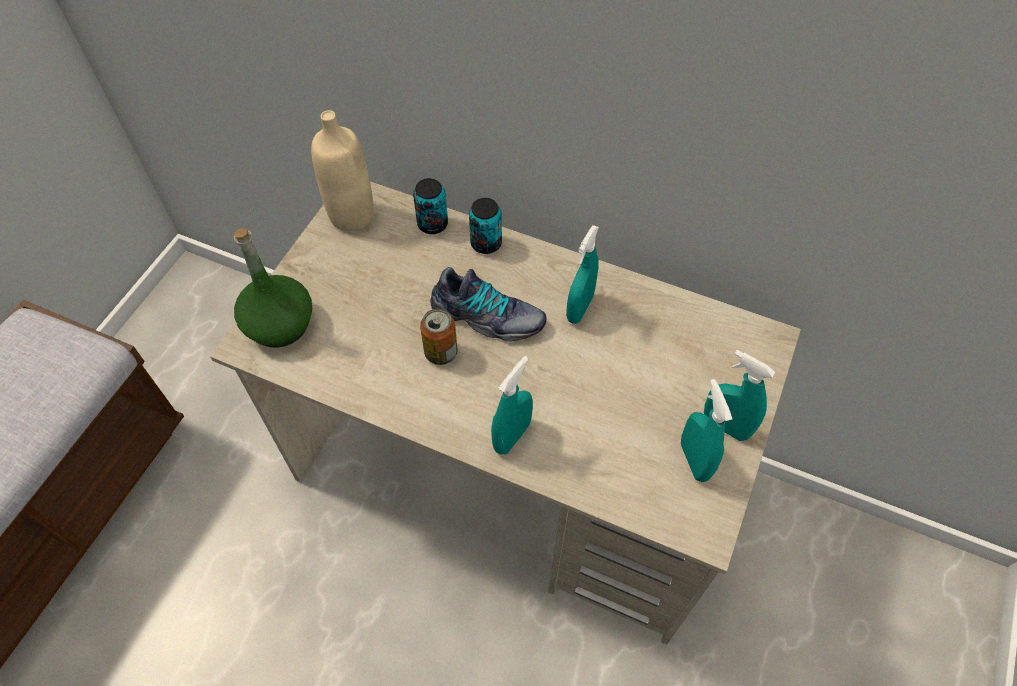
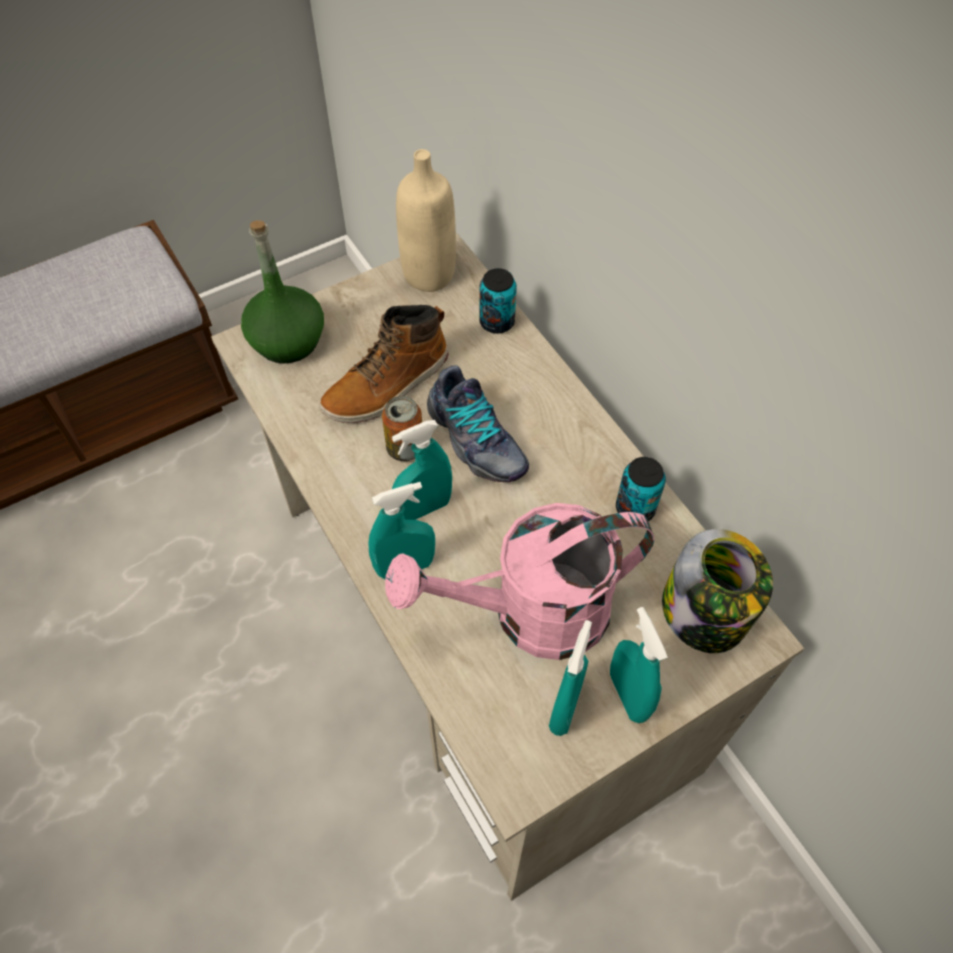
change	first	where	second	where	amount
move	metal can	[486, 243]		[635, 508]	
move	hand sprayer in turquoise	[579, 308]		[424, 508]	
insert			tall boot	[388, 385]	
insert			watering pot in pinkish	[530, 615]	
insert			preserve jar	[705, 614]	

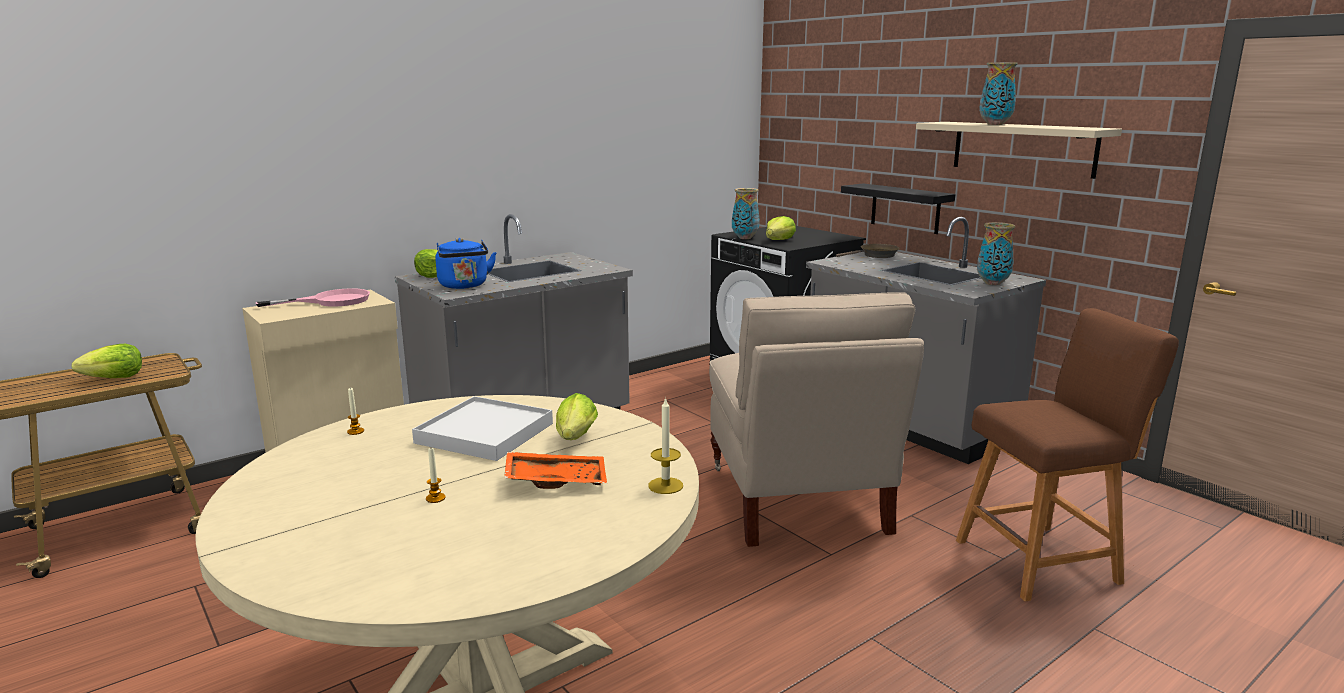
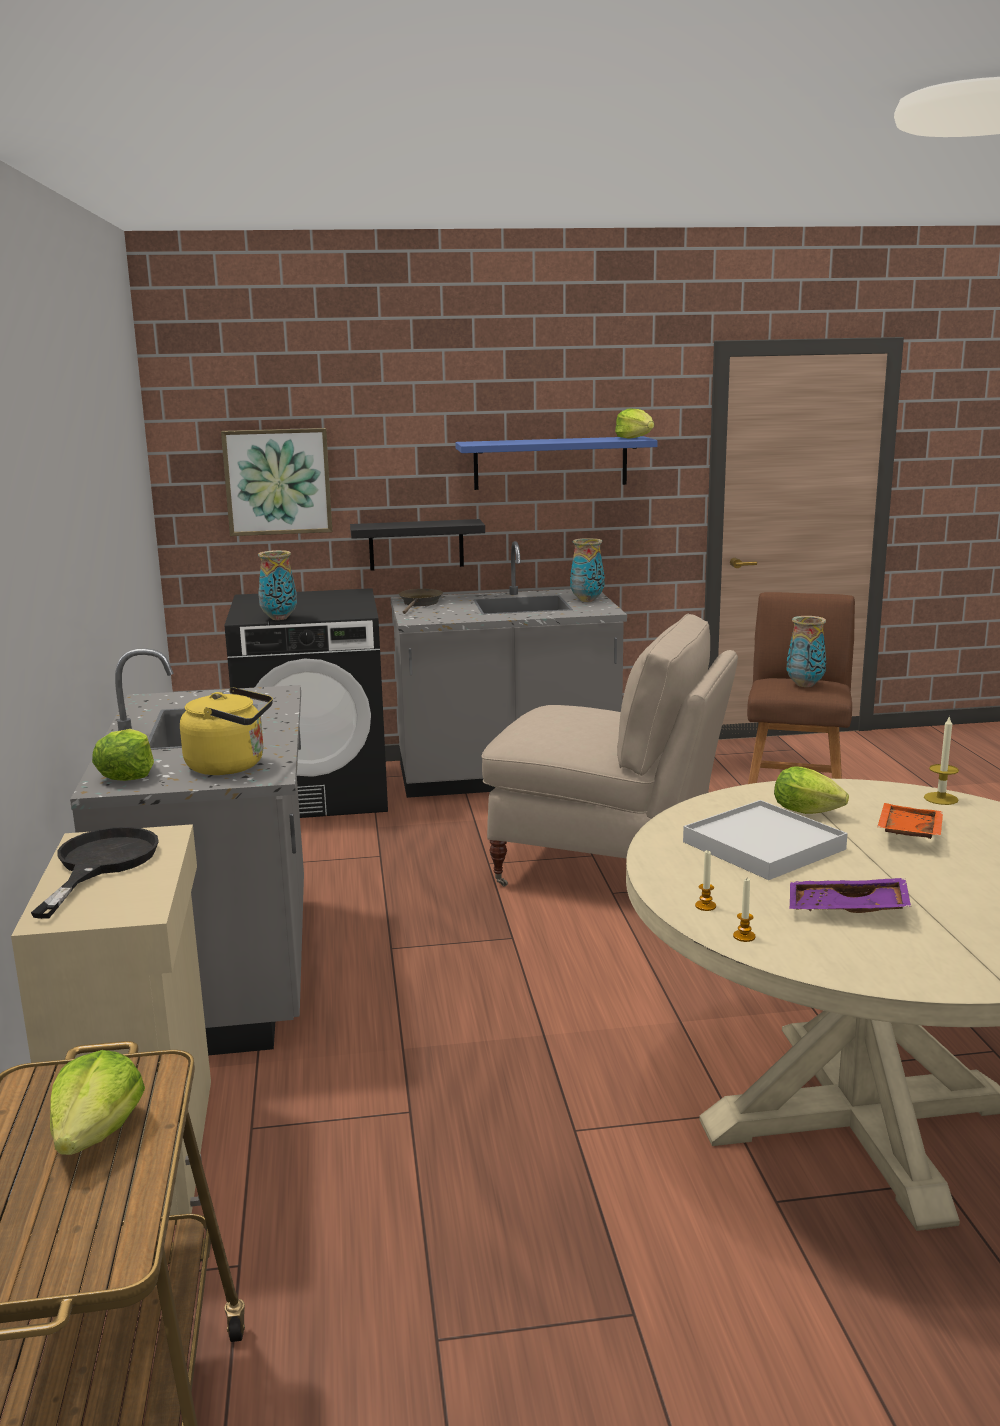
change	first	where	second	where	amount
move	flower vase	[994, 124]		[805, 685]	
recolor	shelf in beige-coloured	[1023, 148]	shelf in blue	[550, 463]	
move	head of lettuce	[779, 240]		[635, 438]	
recolor	kettle in blue	[464, 286]	kettle in yellowish	[231, 766]	
recolor	pan in pinkish	[331, 301]	pan in black	[100, 864]	
move	wax light	[435, 498]		[744, 936]	
insert			wall picture	[278, 481]	
insert			carrying tray in purple	[847, 910]	

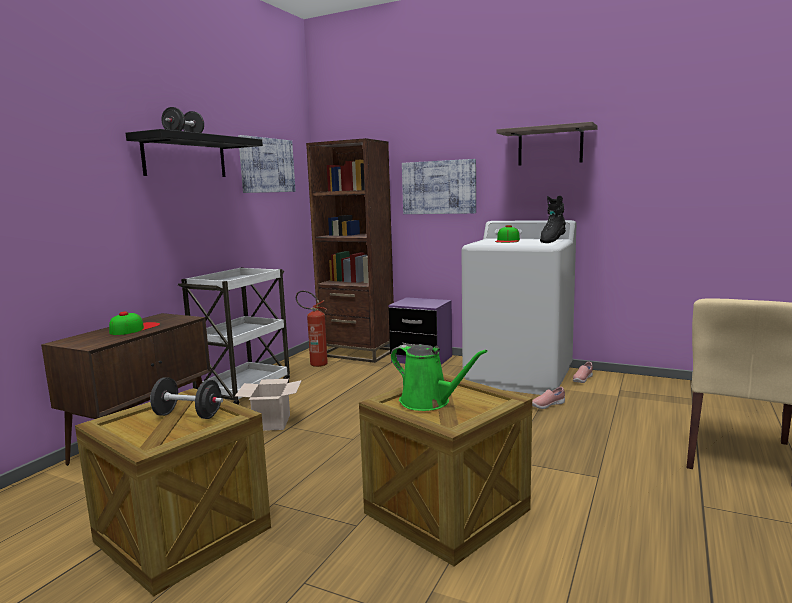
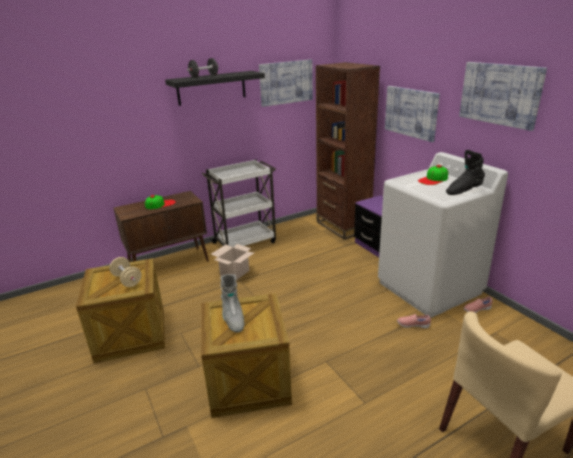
change	first	where	second	where	amount
replace	shelf	[550, 146]	wall picture	[500, 94]	
delete	extinguisher	[314, 364]			
replace	watering pot in greenish	[428, 402]	tall boot in gray	[233, 319]	
recolor	dumbbell in black	[188, 415]	dumbbell in beige-coloured	[127, 280]	

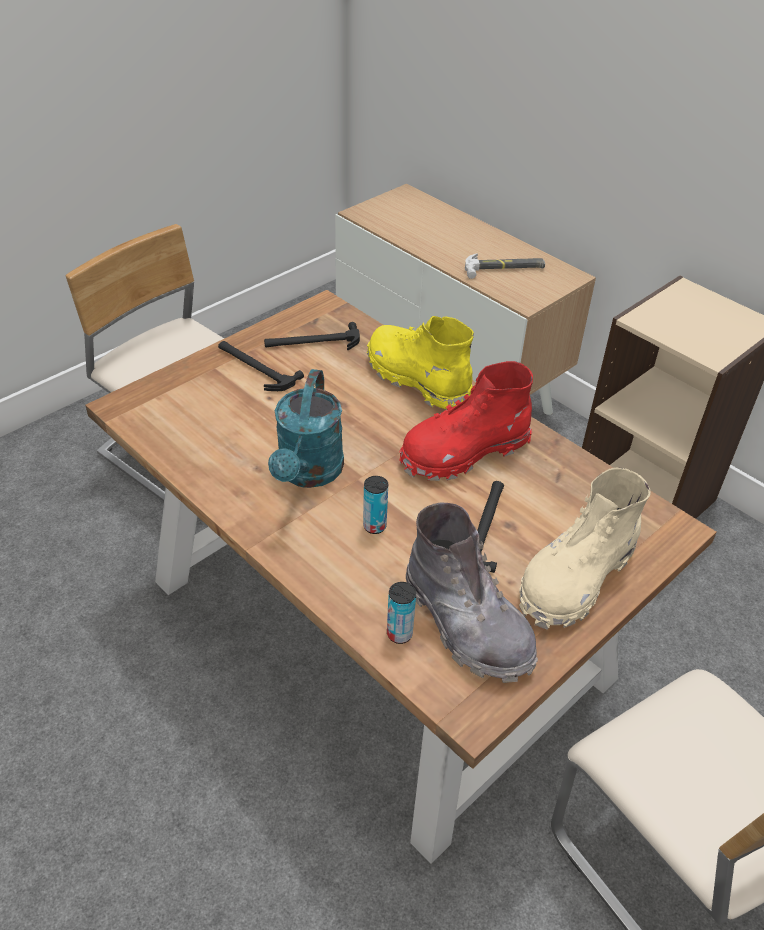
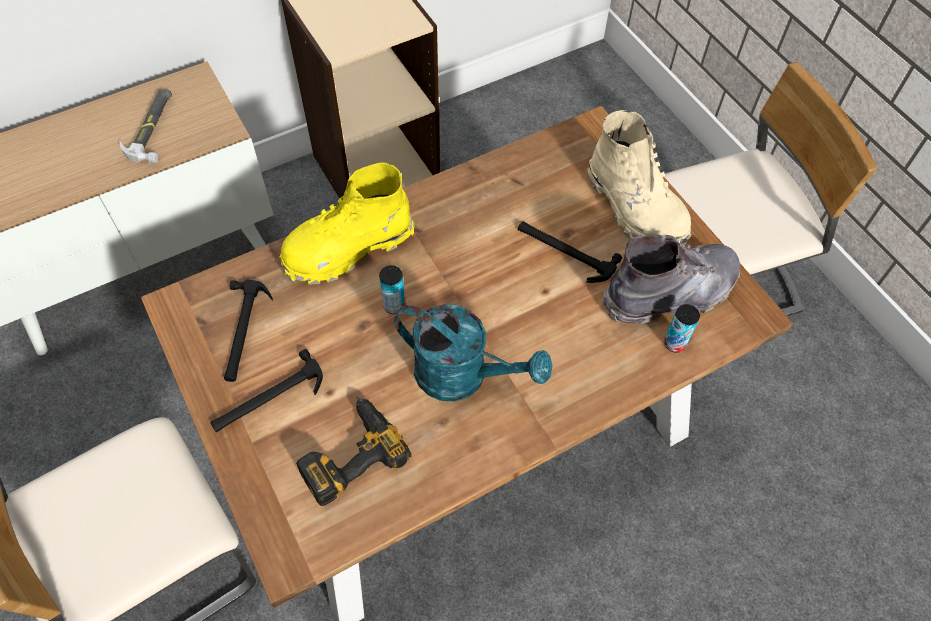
change	first	where	second	where	amount
delete	tall boot in red	[463, 452]			
move	metal can	[374, 526]		[394, 305]	
insert			electric drill	[349, 453]	

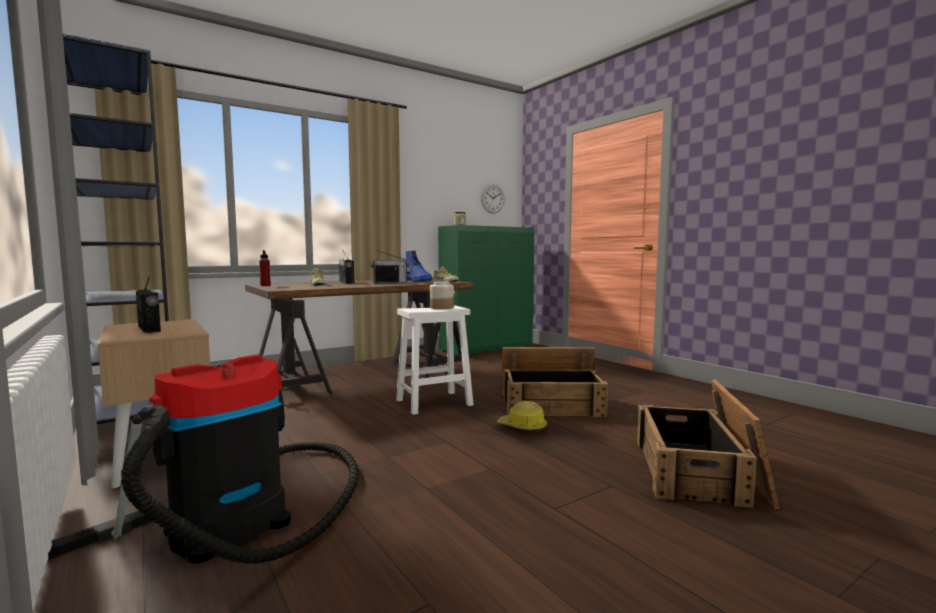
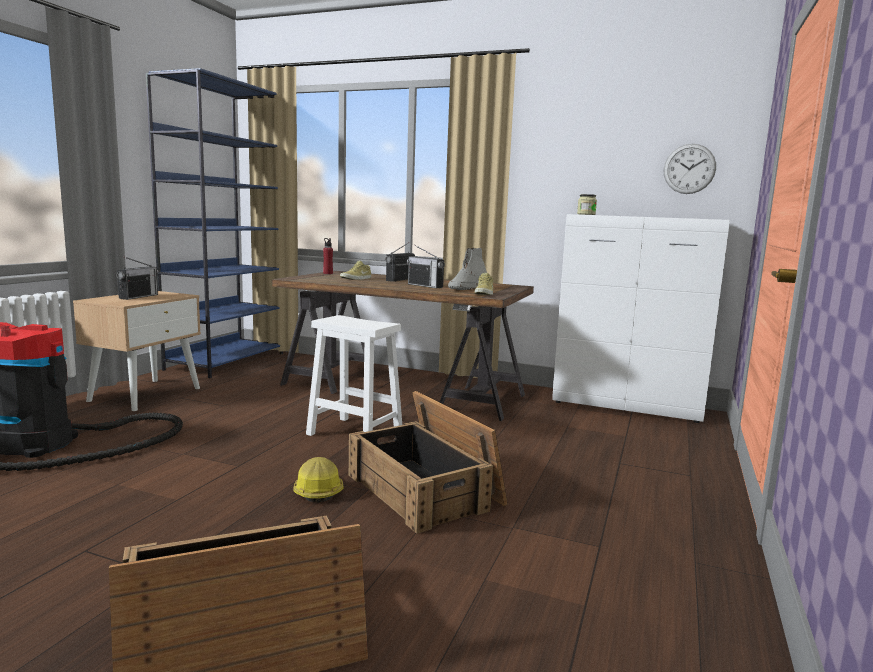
change	first	where	second	where	amount
recolor	cupboard in greenish	[487, 349]	cupboard in white-coloured	[627, 406]	
recolor	tall boot in blue	[418, 281]	tall boot in gray	[468, 288]	
delete	preserve jar	[441, 307]			

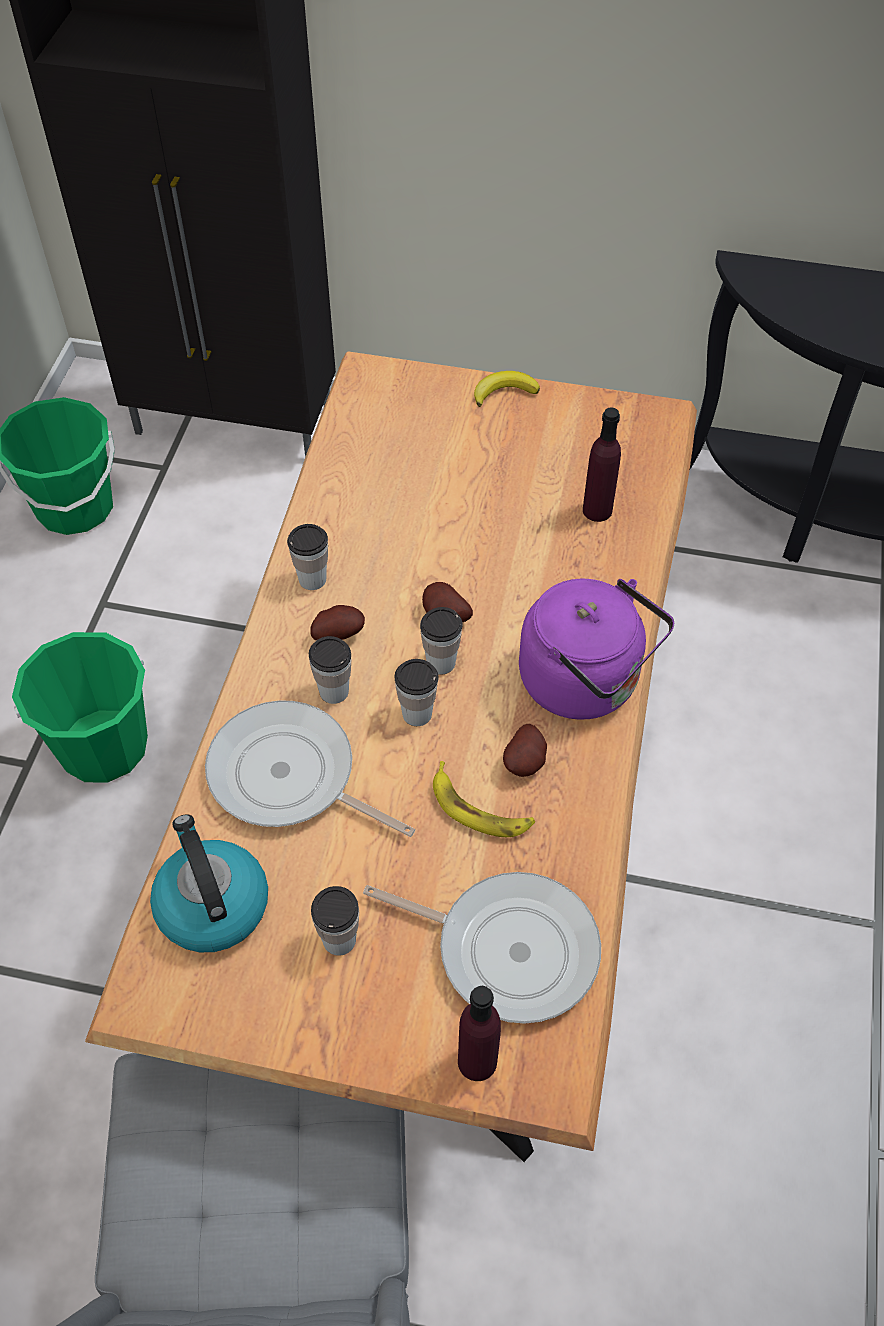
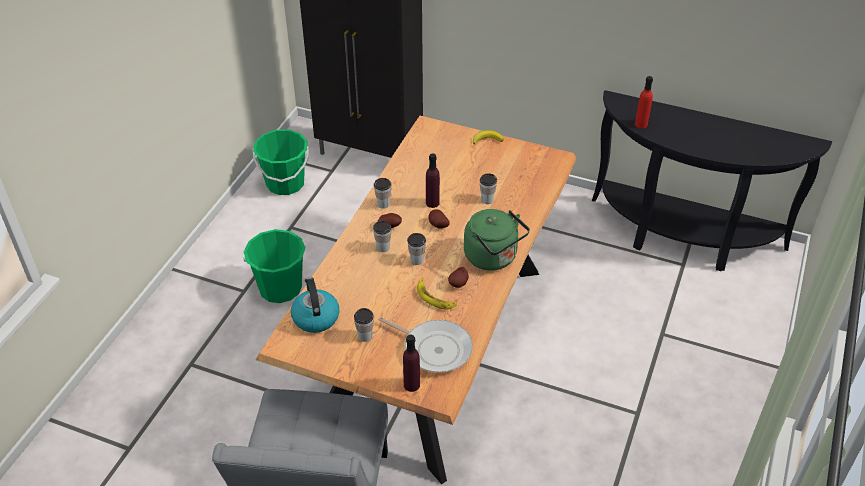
change	first	where	second	where	amount
move	drink bottle in purple	[597, 510]		[432, 203]	
recolor	kettle in purple	[586, 683]	kettle in greenish	[493, 258]	
move	cup	[441, 662]		[487, 200]	
delete	pan	[289, 777]			
insert			drink bottle in red	[641, 124]	

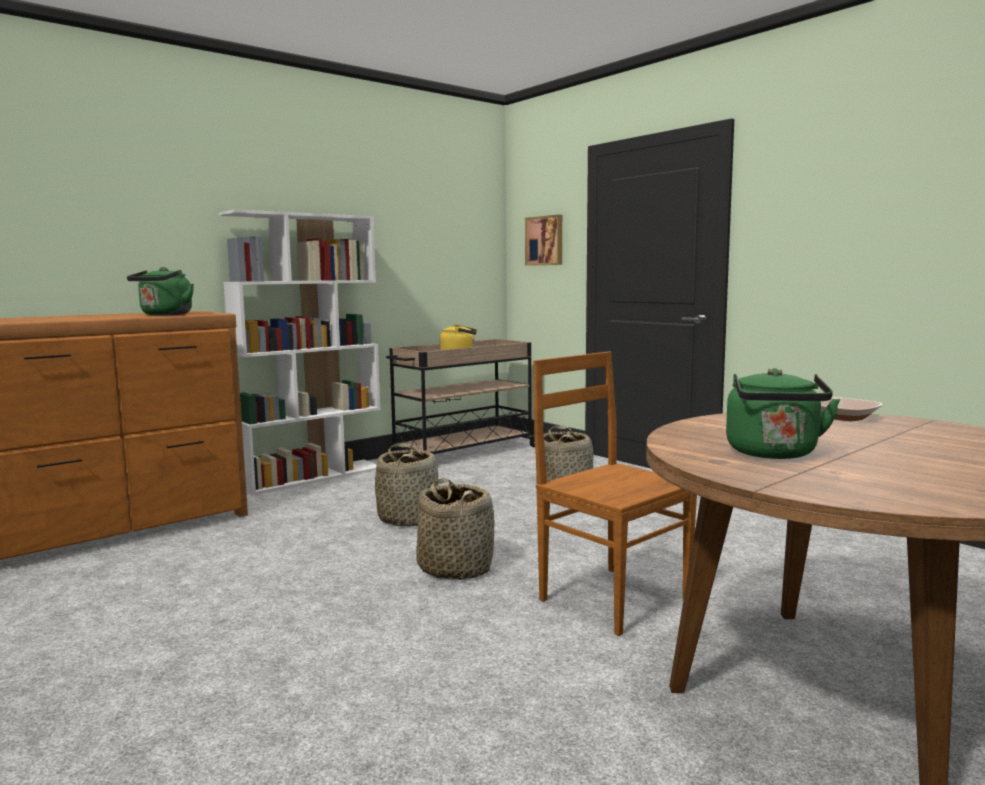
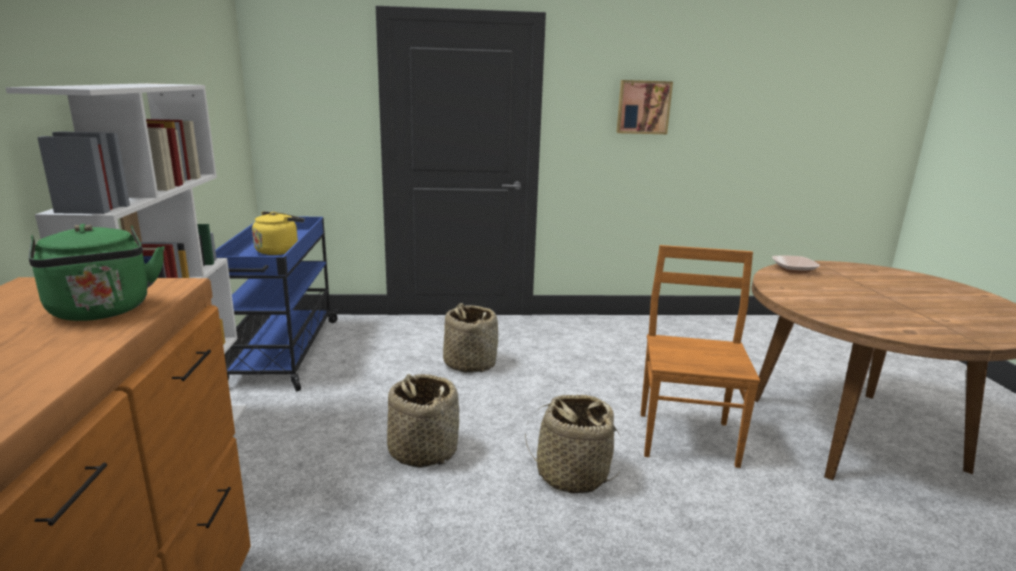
change	first	where	second	where	amount
move	wall picture	[545, 240]		[643, 107]	
recolor	wheeled cart in beige-coloured	[462, 453]	wheeled cart in blue	[283, 353]	
rotate	upright chair in brown	[611, 597]		[686, 437]	105 degrees clockwise
delete	kettle in greenish	[774, 454]			

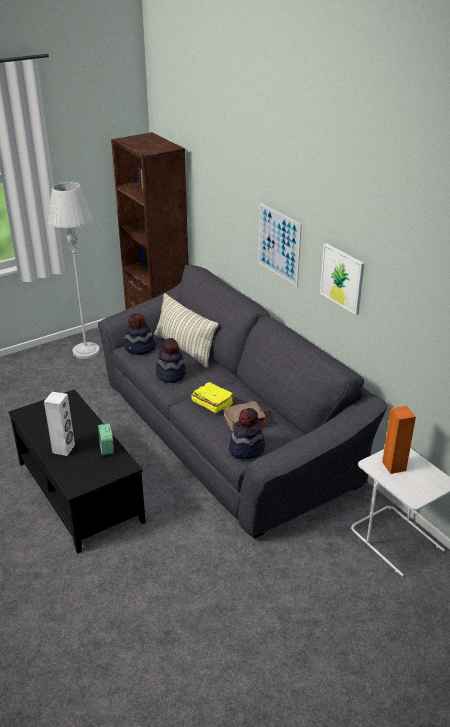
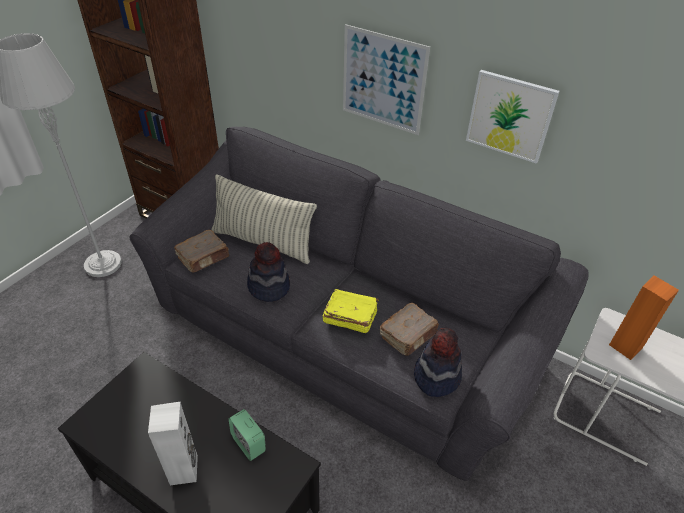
change	first	where	second	where	amount
replace	wearable hat	[140, 348]	volume in brown	[204, 257]	

